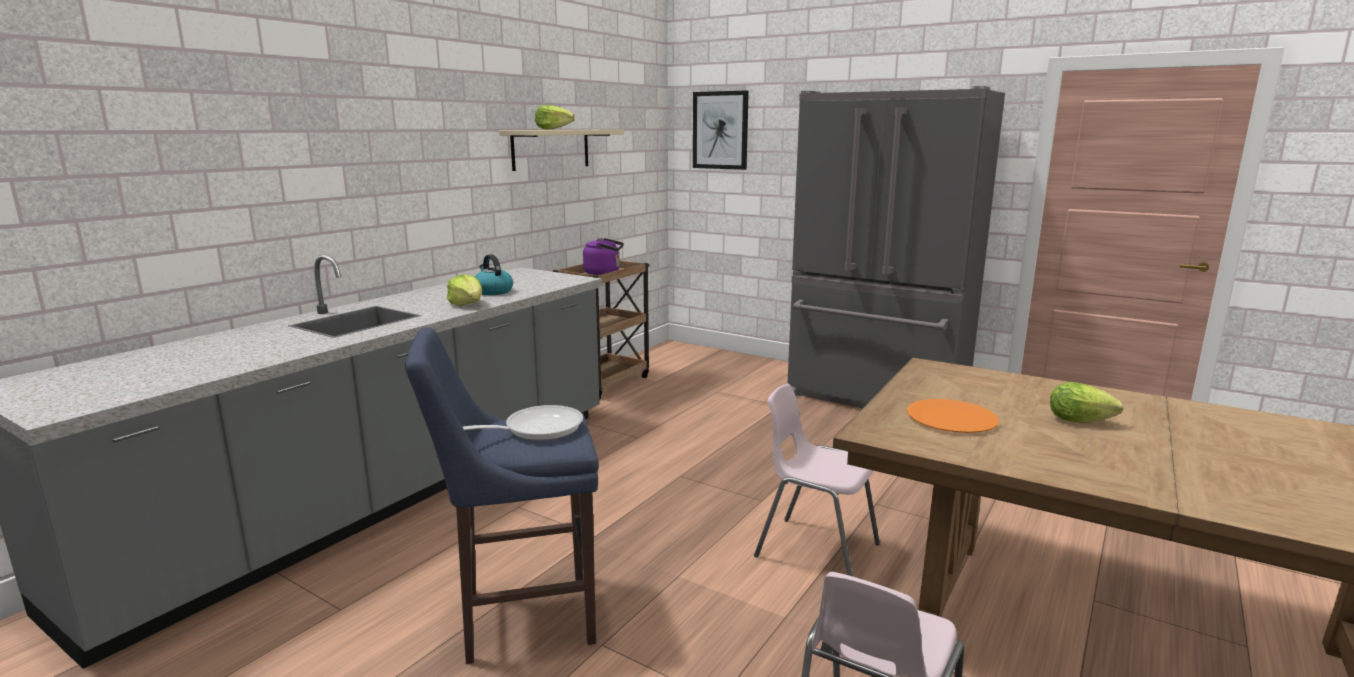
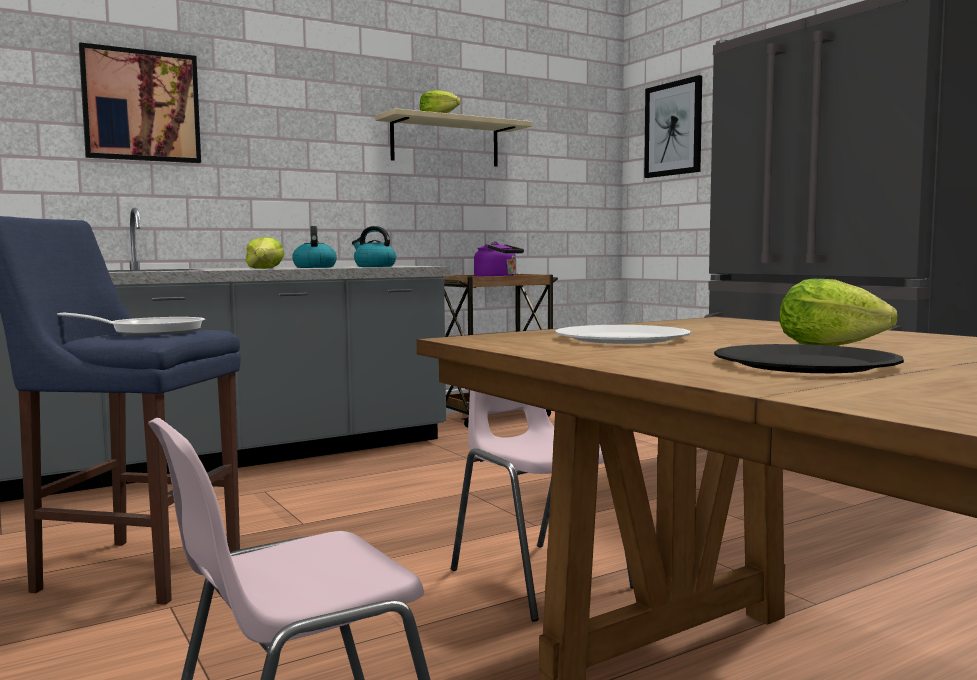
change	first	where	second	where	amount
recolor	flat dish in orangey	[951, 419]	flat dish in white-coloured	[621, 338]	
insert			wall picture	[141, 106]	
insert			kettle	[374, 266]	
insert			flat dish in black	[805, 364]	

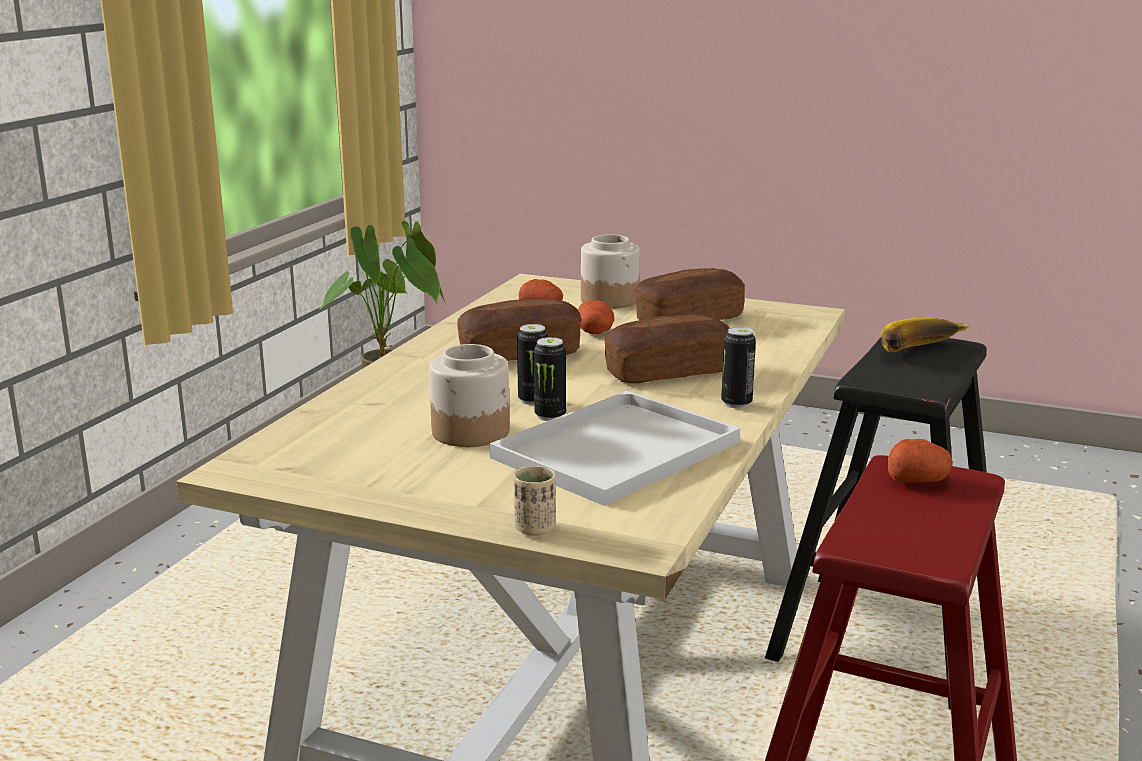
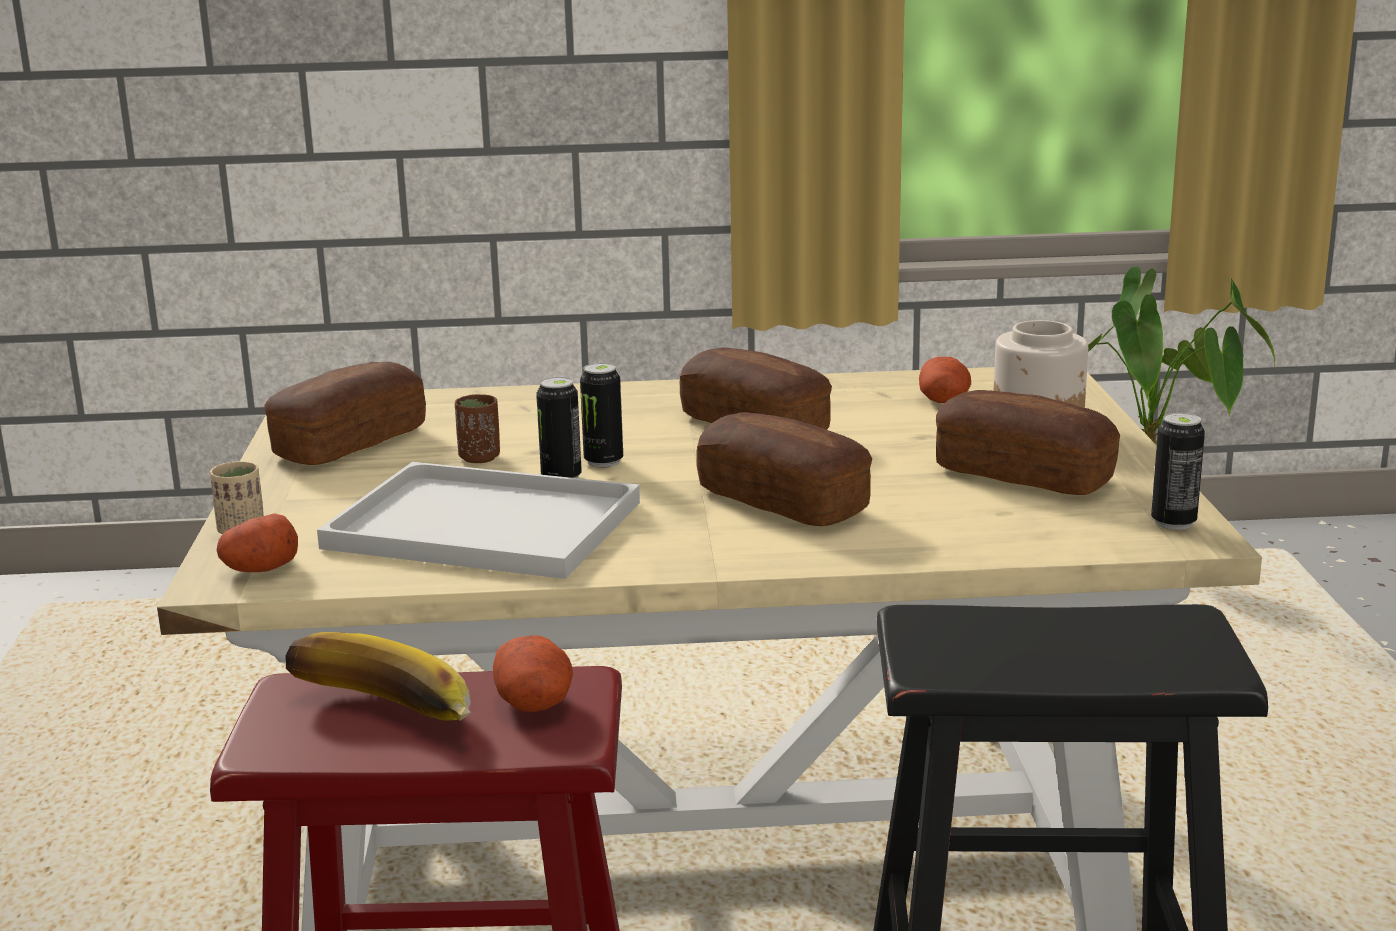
change	first	where	second	where	amount
move	whole potato	[595, 332]		[260, 569]	
move	banana	[923, 352]		[379, 716]	
move	metal can	[736, 403]		[1173, 522]	
replace	preserve jar	[471, 432]	cup in brown	[479, 458]	
insert			bakery bread	[350, 443]	

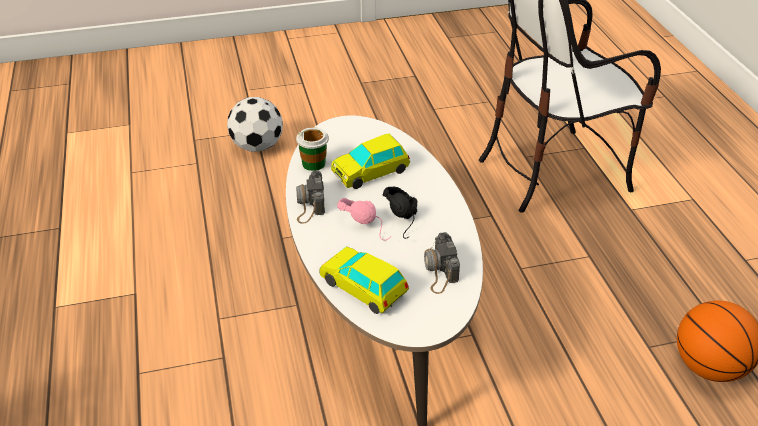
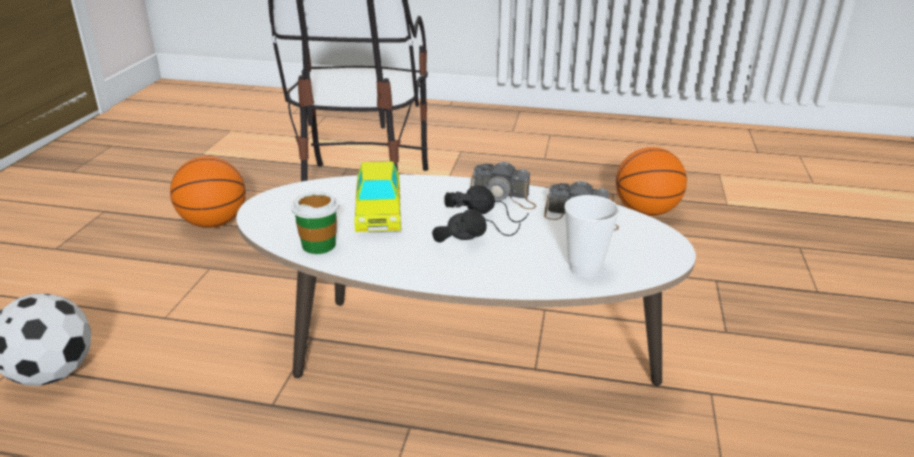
change	first	where	second	where	amount
move	photo camera	[310, 203]		[503, 197]	
recolor	headphones in pinkish	[369, 224]	headphones in black	[474, 238]	
replace	miniature car	[363, 288]	cup	[584, 268]	
insert			ball for basketball	[214, 223]	

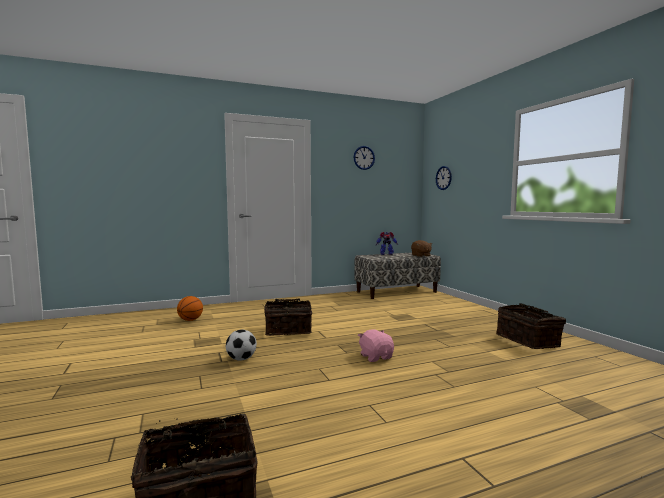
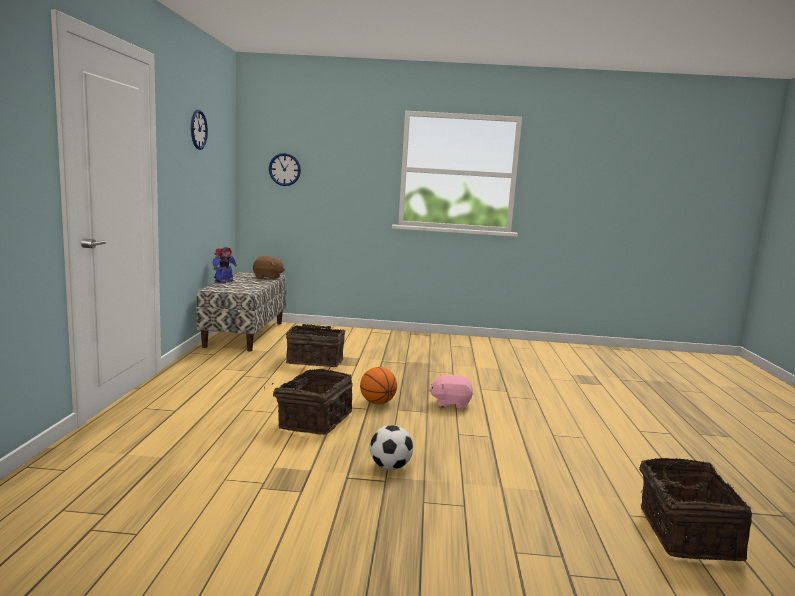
change	first	where	second	where	amount
move	ball for basketball	[190, 320]		[377, 403]	
move	household basket	[528, 341]		[315, 361]	

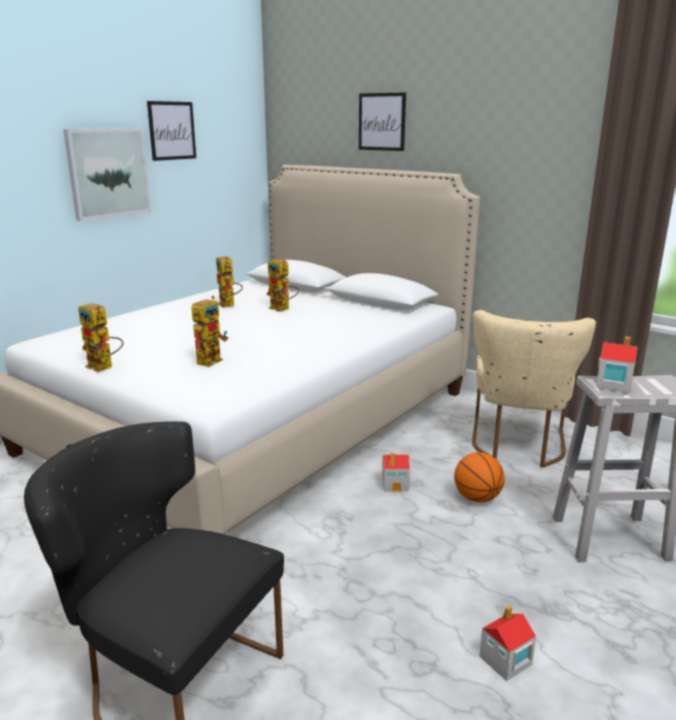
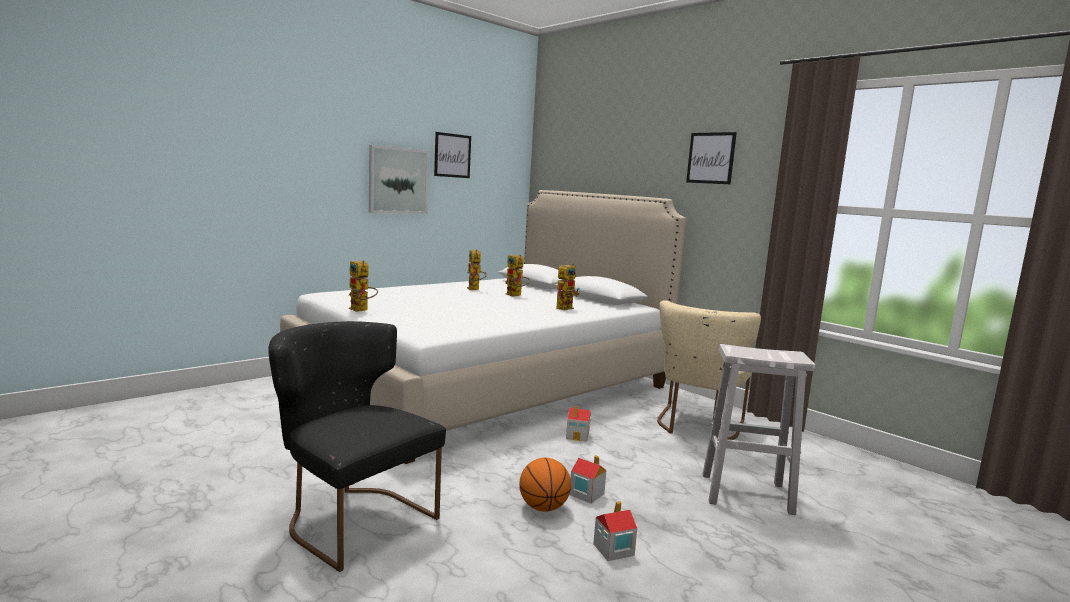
change	first	where	second	where	amount
move	wall picture	[382, 122]		[711, 158]	
move	toy robot	[211, 359]		[565, 307]	
move	miniature house	[613, 384]		[586, 494]	
move	ball for basketball	[477, 498]		[543, 507]	

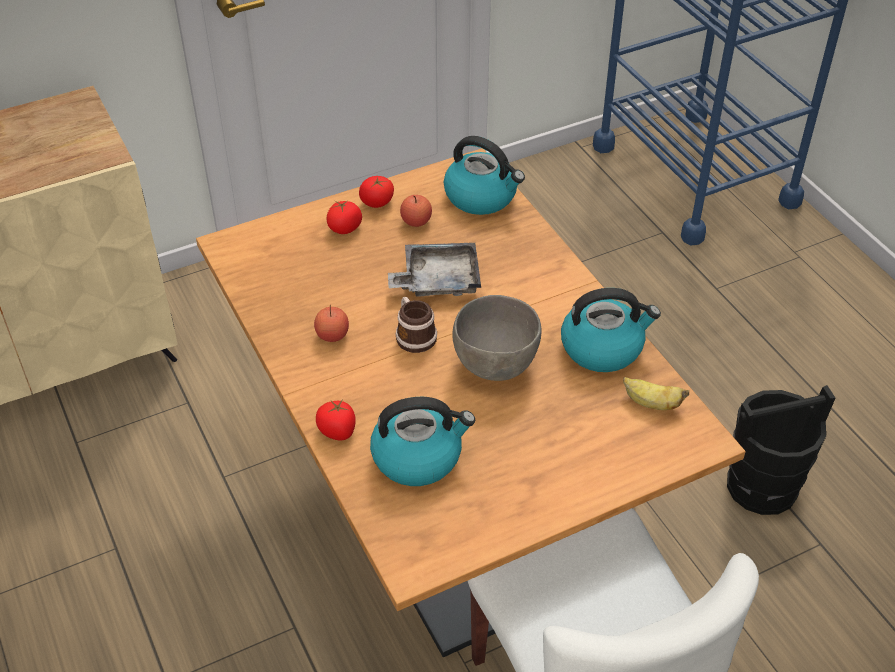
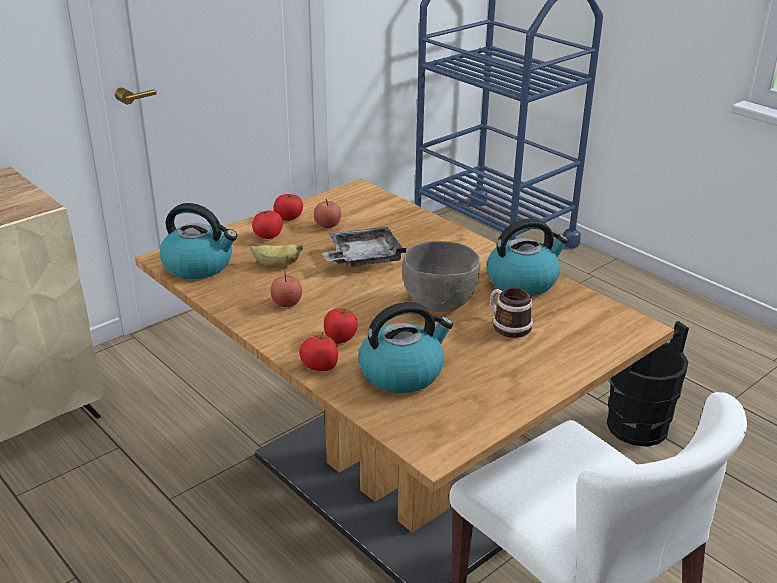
change	first	where	second	where	amount
move	kettle	[482, 196]		[199, 265]	
move	tea mug	[413, 335]		[507, 325]	
move	banana	[651, 403]		[276, 264]	
insert			whole tomato	[340, 338]	

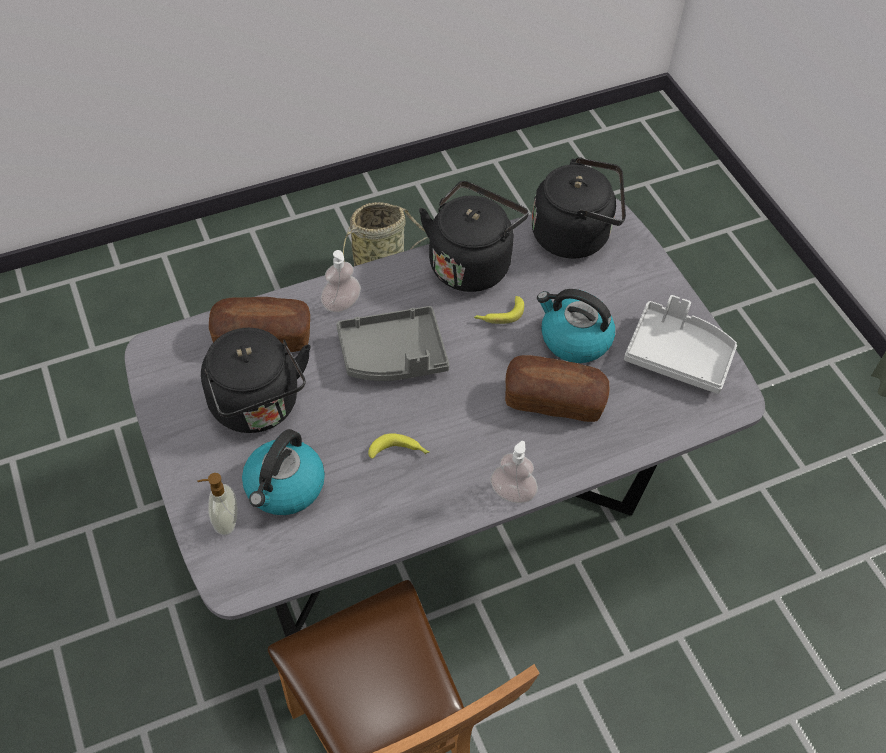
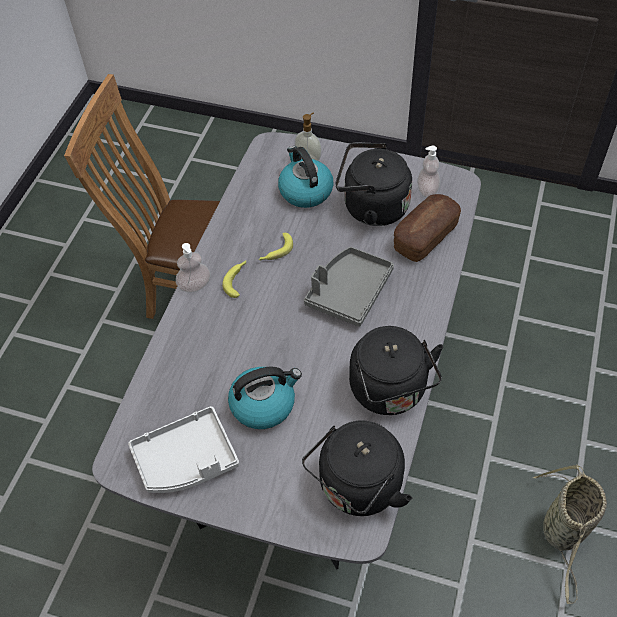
change	first	where	second	where	amount
move	soap bottle	[341, 303]		[427, 190]	
move	banana	[499, 315]		[237, 280]	
delete	bakery bread	[553, 400]			

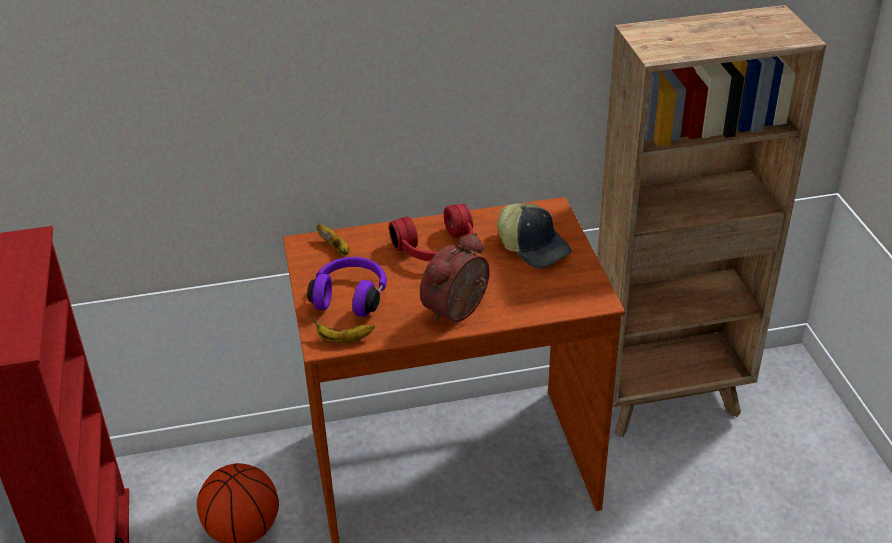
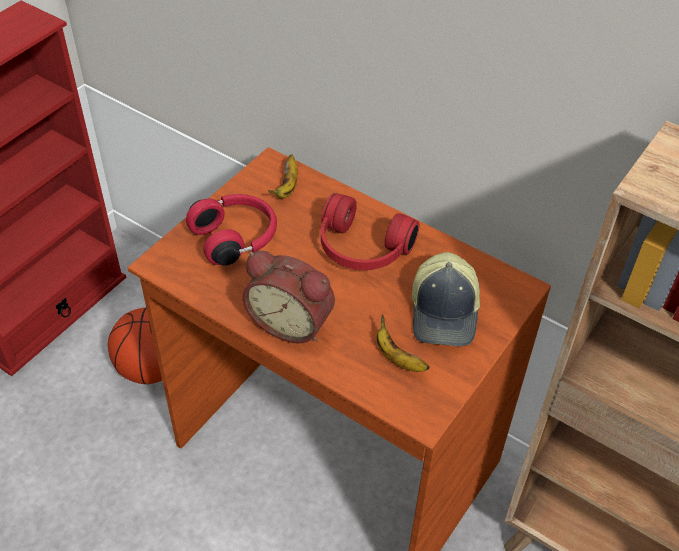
change	first	where	second	where	amount
rotate	table clock	[459, 312]		[292, 322]	150 degrees counterclockwise
recolor	headphones in purple	[351, 296]	headphones in red	[236, 238]	
move	banana	[344, 339]		[397, 358]	

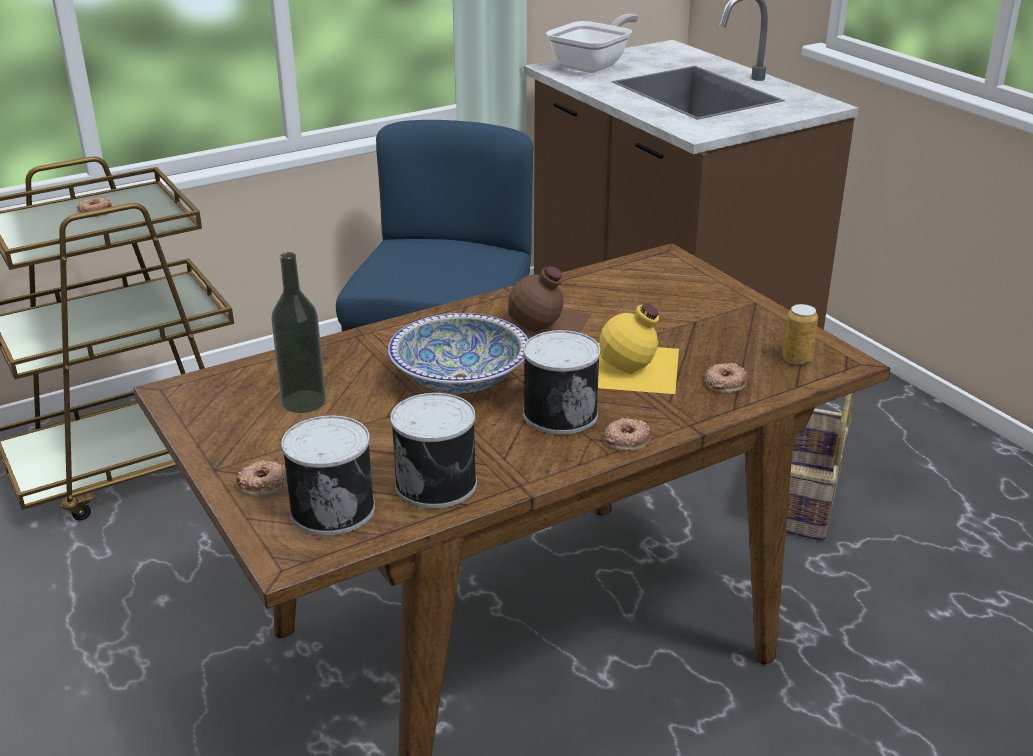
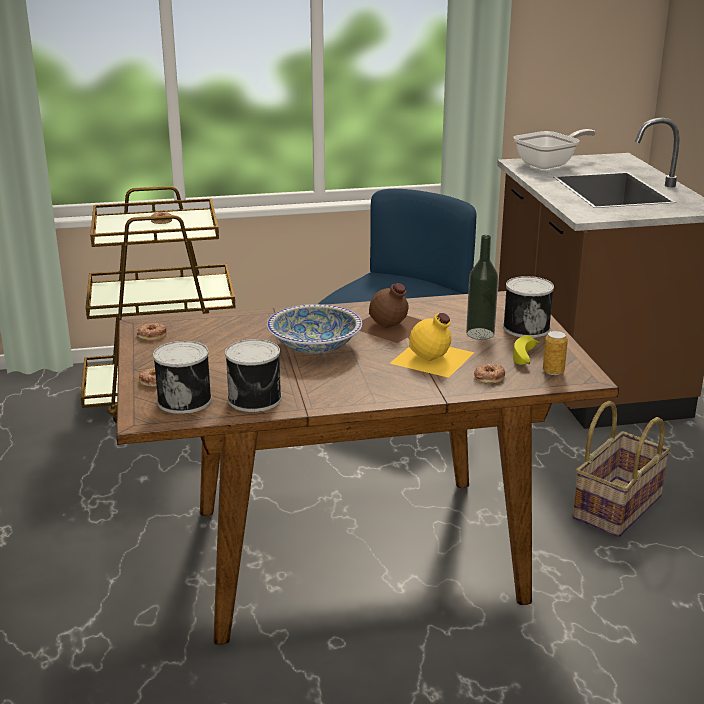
change	first	where	second	where	amount
move	drink bottle	[303, 401]		[480, 334]	
move	metal can	[559, 413]		[526, 327]	
move	ring doughnut	[626, 439]		[152, 335]	
insert			banana	[526, 358]	

